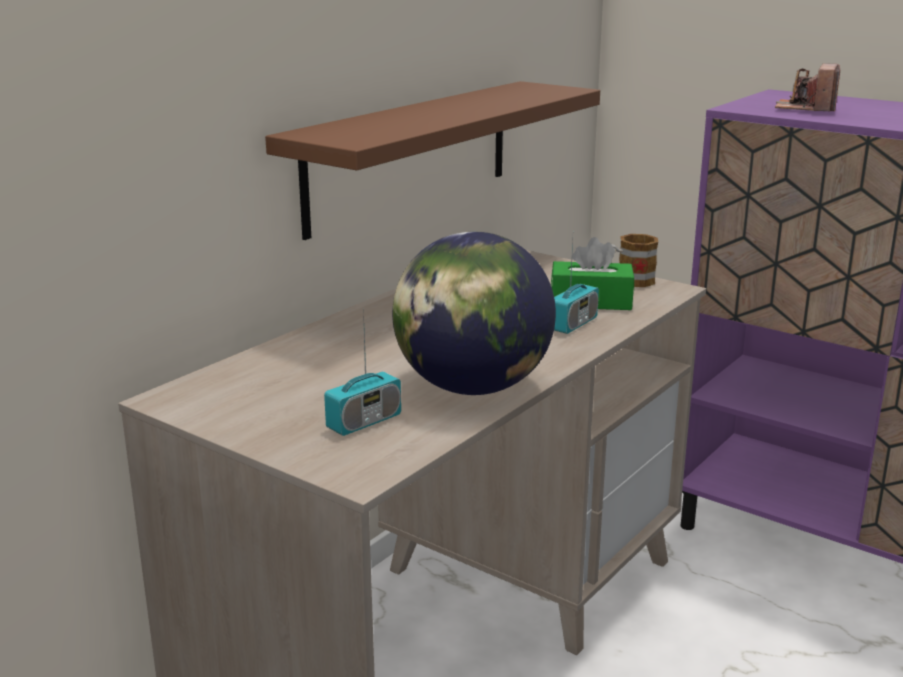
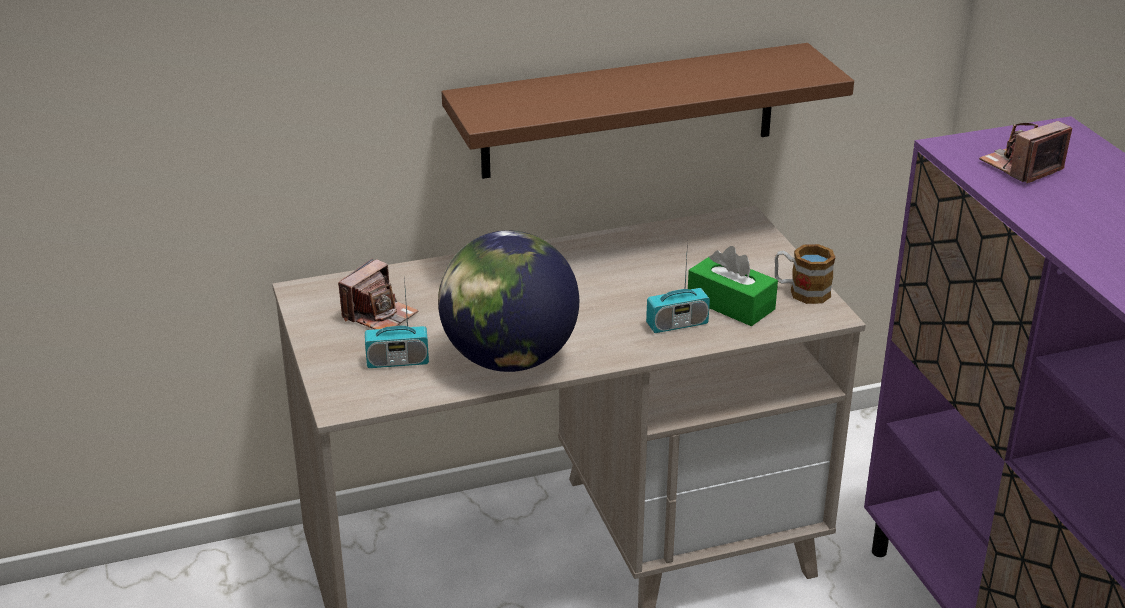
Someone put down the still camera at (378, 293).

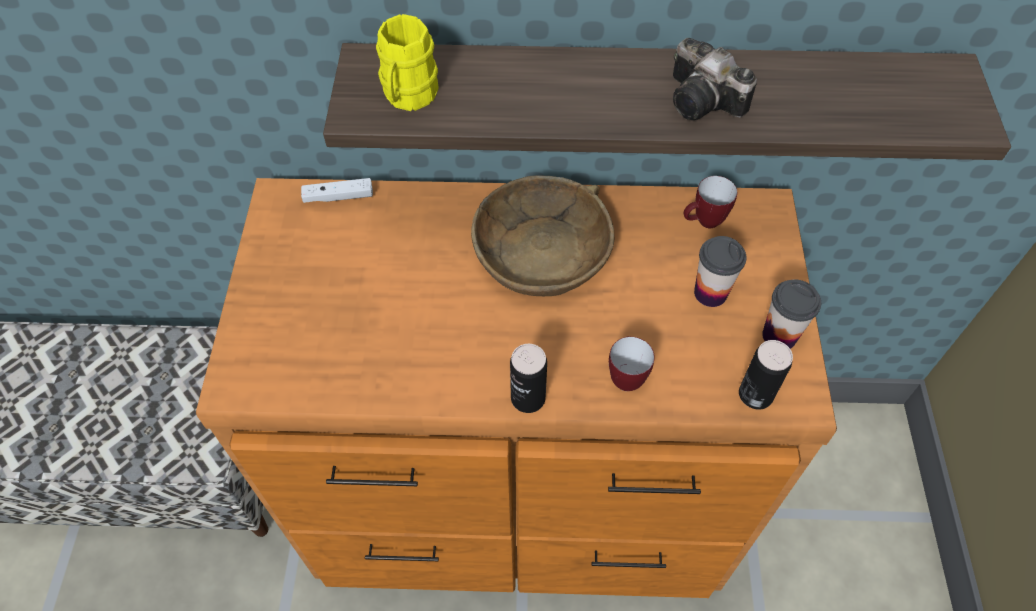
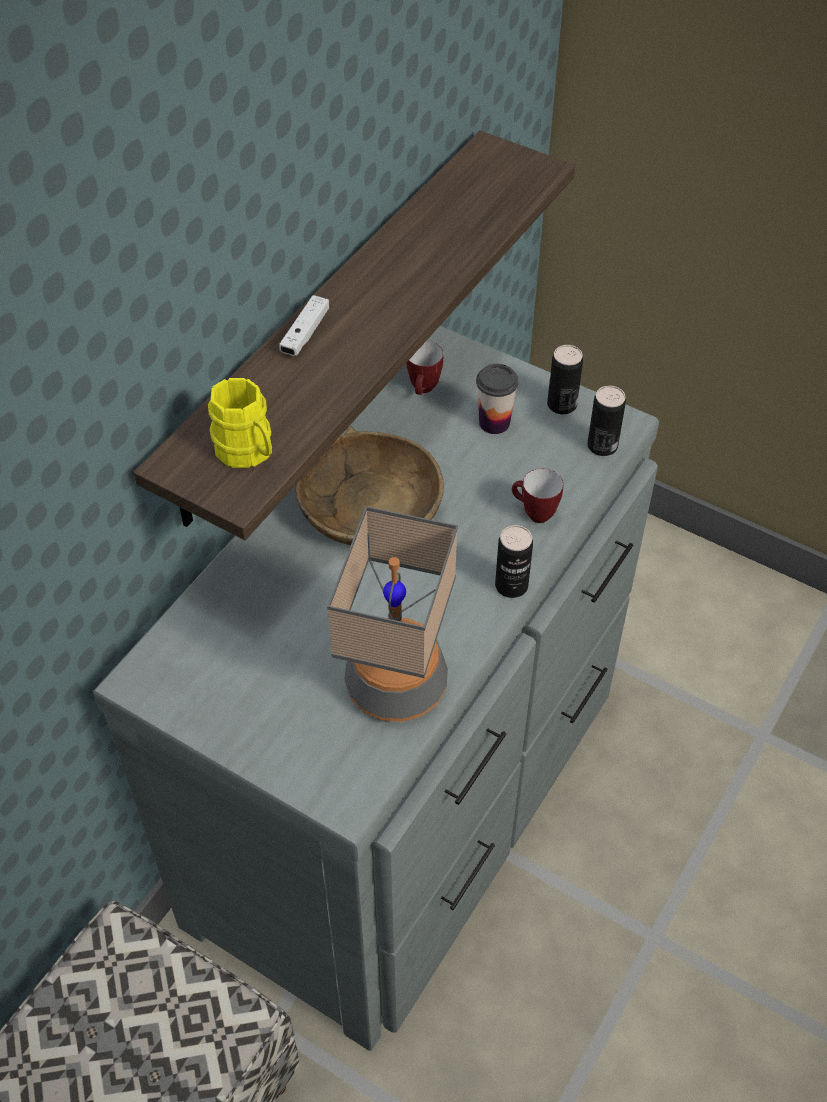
Someone took away the still camera at (715, 79). Someone put down the tabletop lamp at (392, 614). Someone carried the white-coloured gamepad from (337, 190) to (304, 325). Someone swapped the drinking cup at (791, 314) for the metal can at (565, 379). Someone repainted the brownish chest of drawers at (516, 388), which became the greyish chest of drawers at (376, 688).

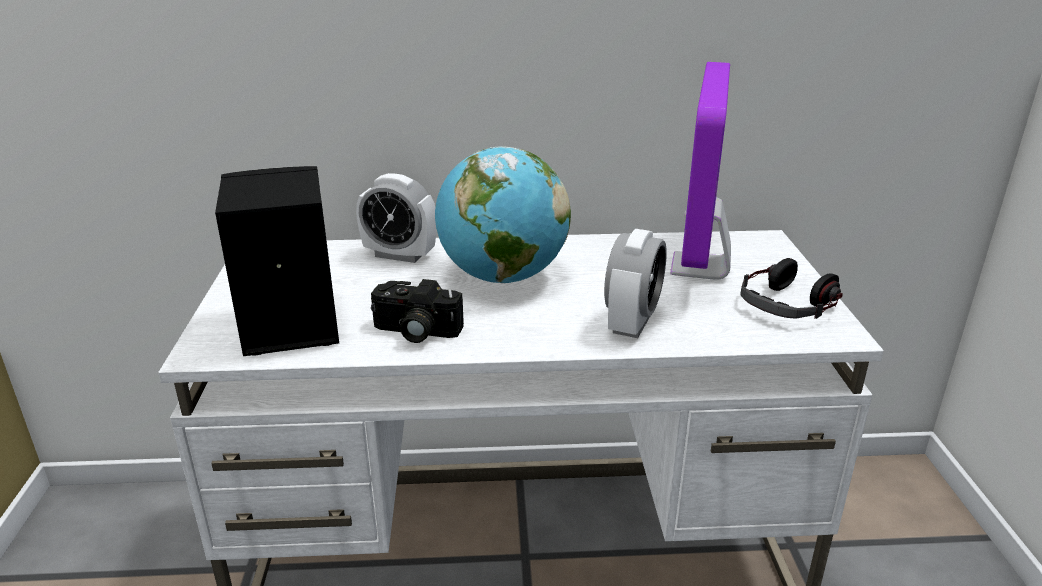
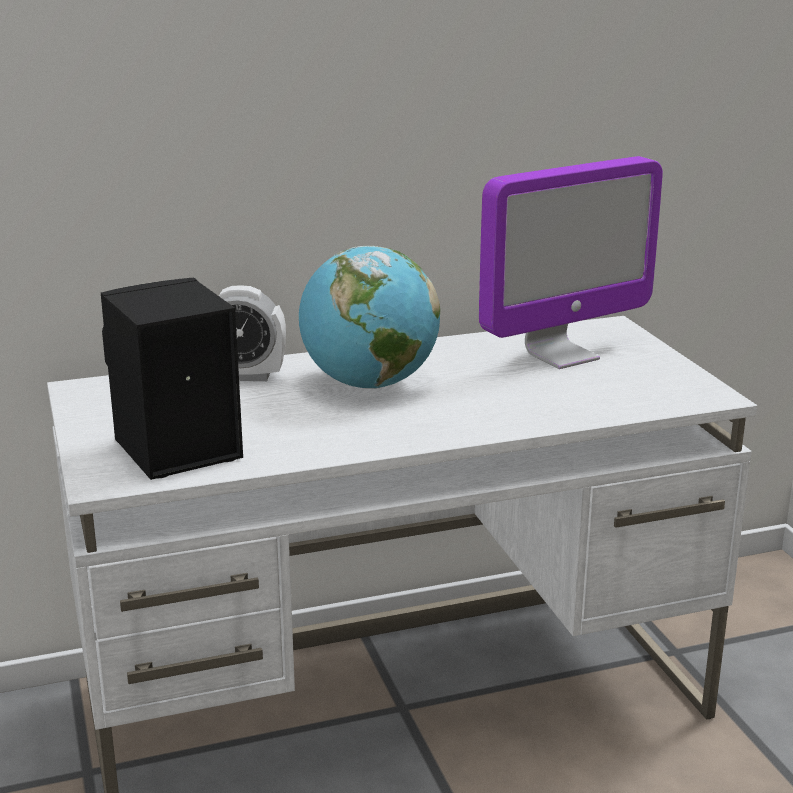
Someone took away the still camera at (417, 311). Someone took away the alarm clock at (635, 283). Someone took away the pair of headphones at (791, 288). Someone rotated the computer screen at (700, 171) by 120 degrees counterclockwise.

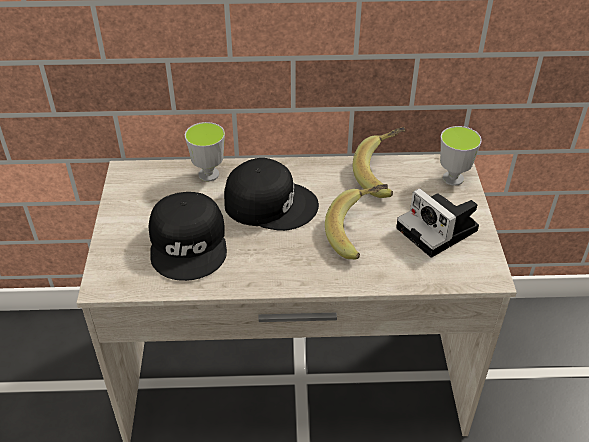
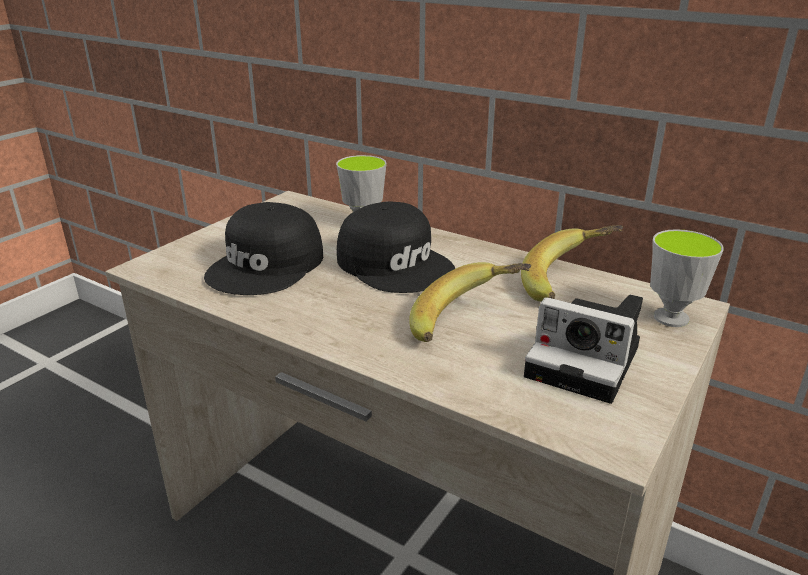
Someone rotated the still camera at (437, 223) by 60 degrees counterclockwise.

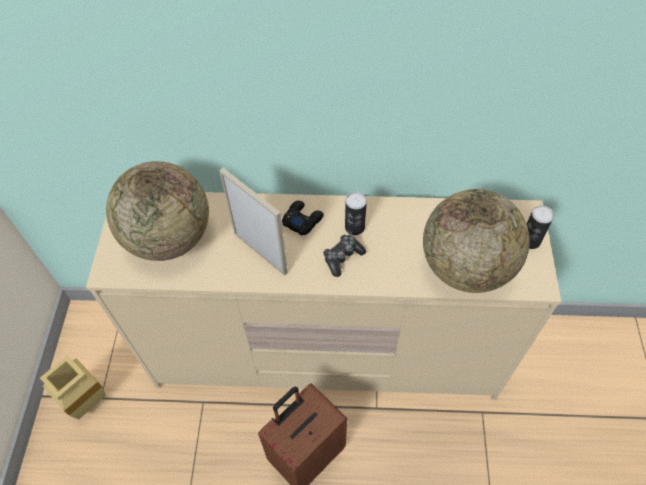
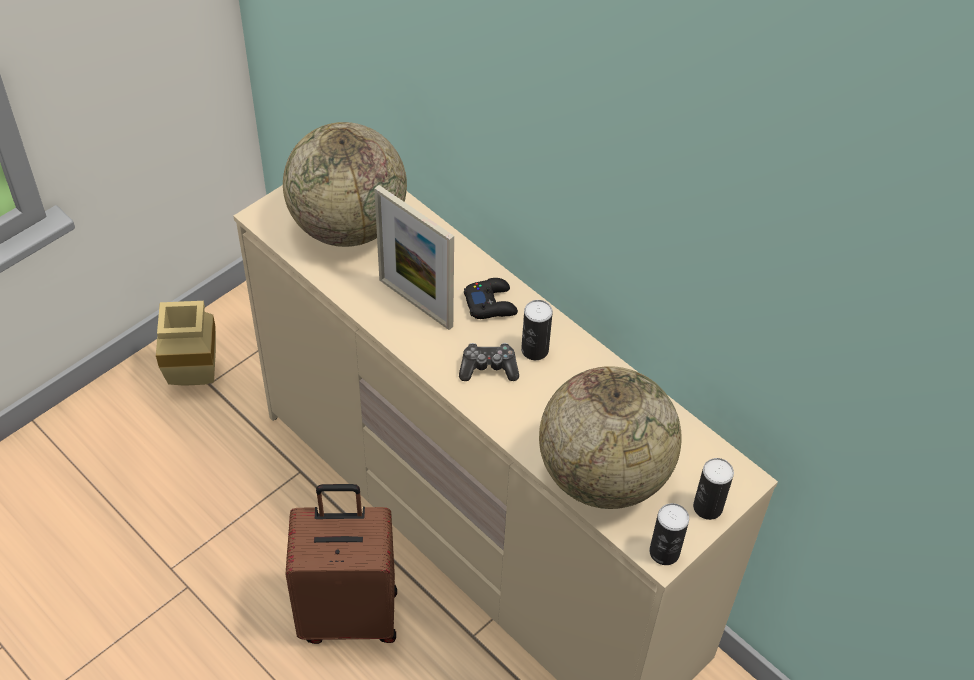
Someone put down the metal can at (669, 534). Someone rotated the picture frame at (253, 222) by 135 degrees clockwise.

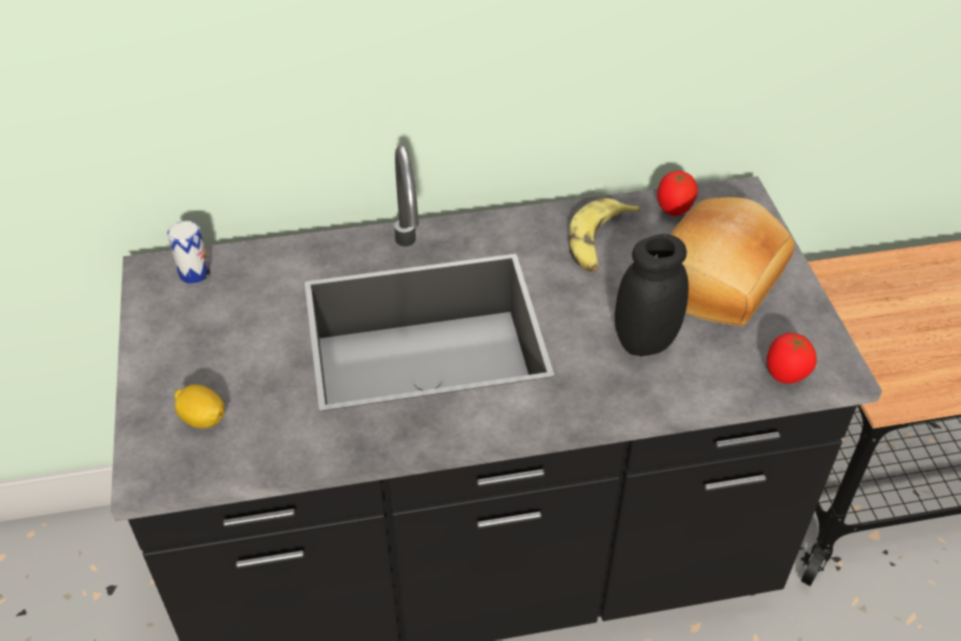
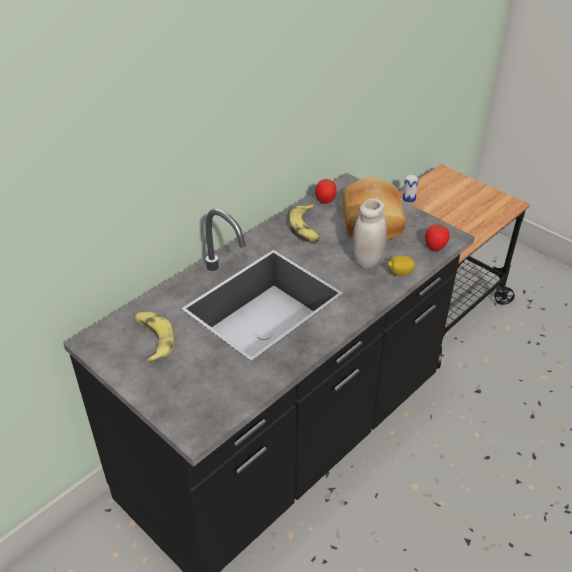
Someone put down the whole banana at (154, 337). Someone carried the metal can from (188, 252) to (410, 188). Someone carried the citrus fruit from (199, 406) to (401, 265). Someone repainted the black jar at (652, 295), which became the white-coloured jar at (369, 233).

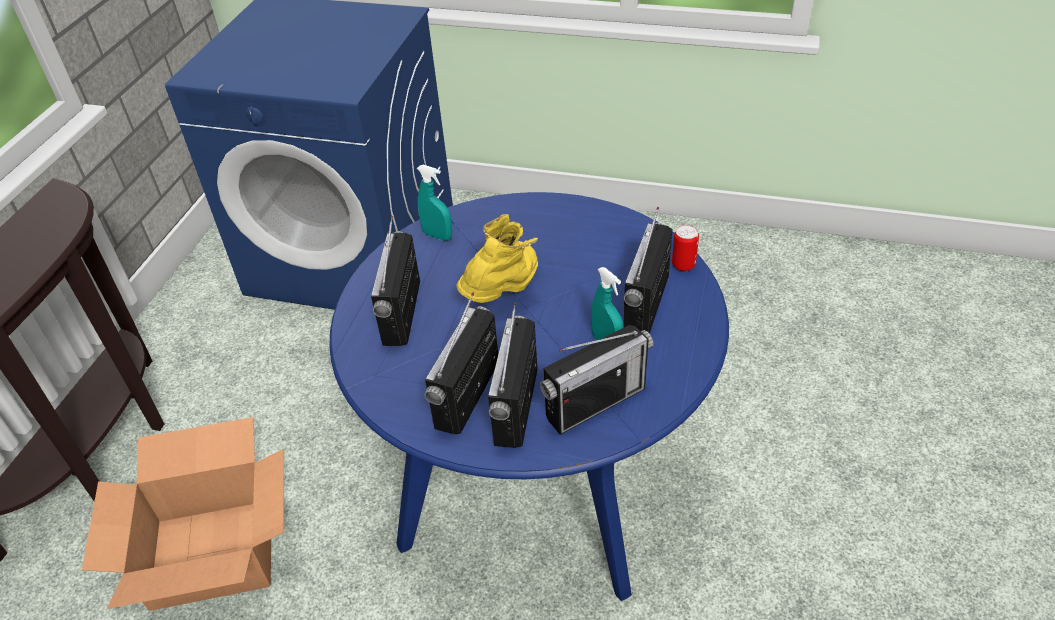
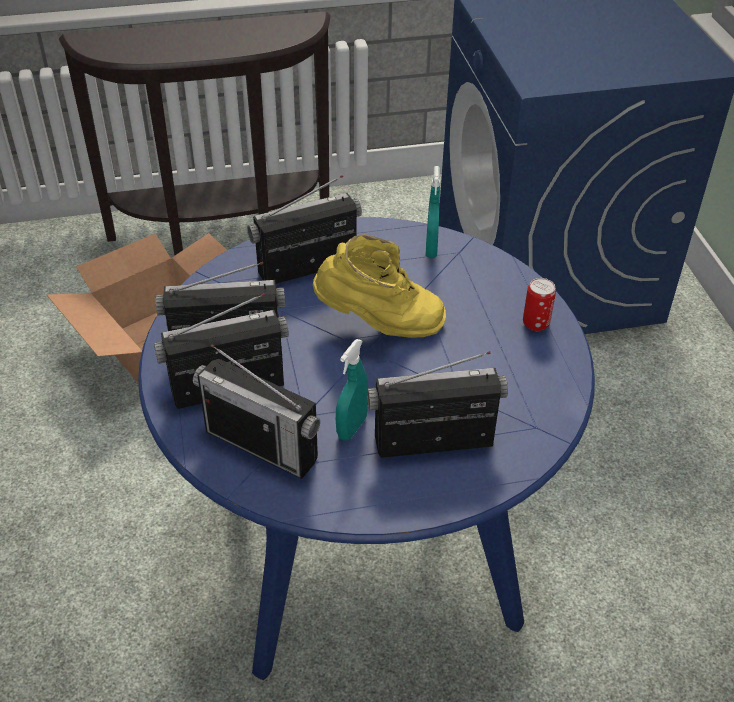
Someone carried the metal can from (685, 248) to (539, 304).

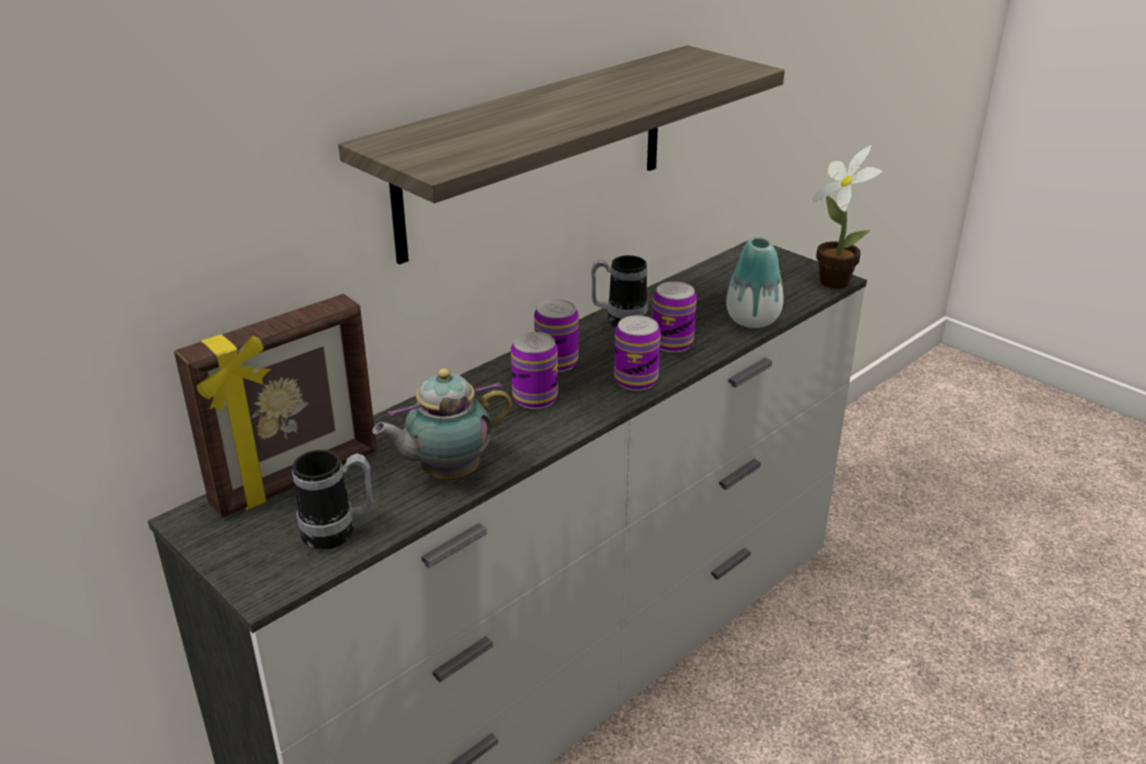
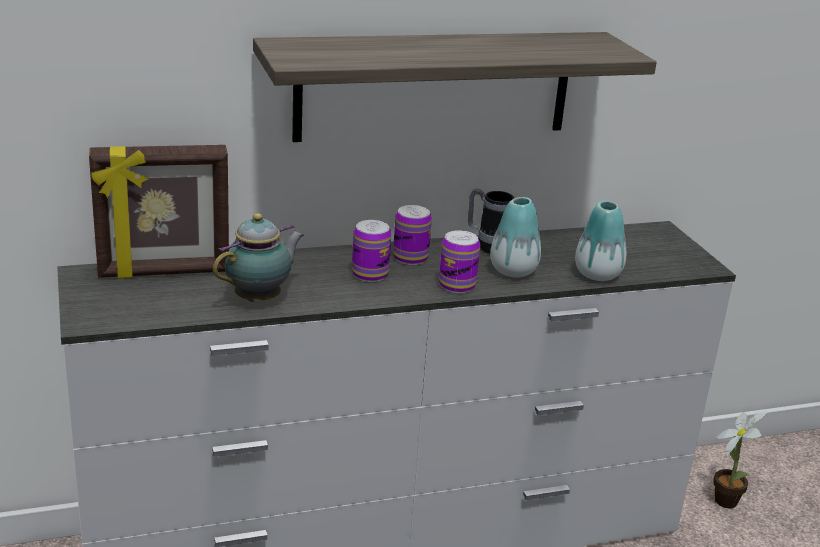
Someone took away the coffee mug at (332, 499). Someone carried the plant in a pot from (846, 217) to (741, 459). Someone swapped the metal can at (674, 316) for the flower vase at (515, 237). Someone rotated the pot for tea at (442, 424) by 135 degrees clockwise.

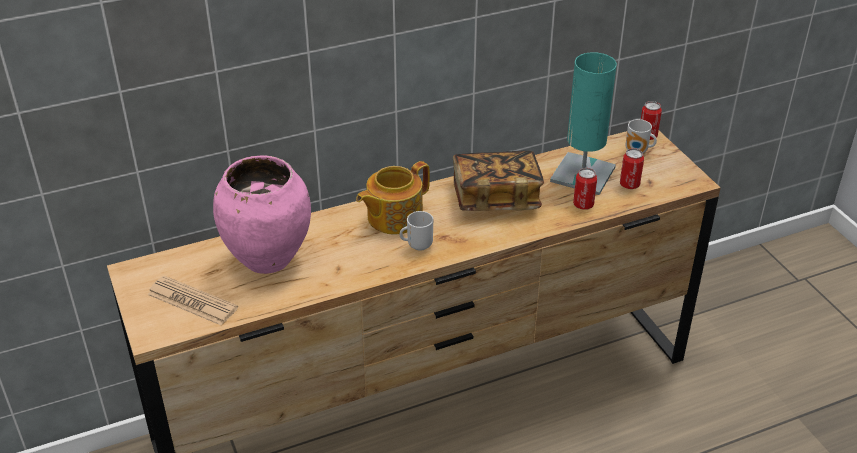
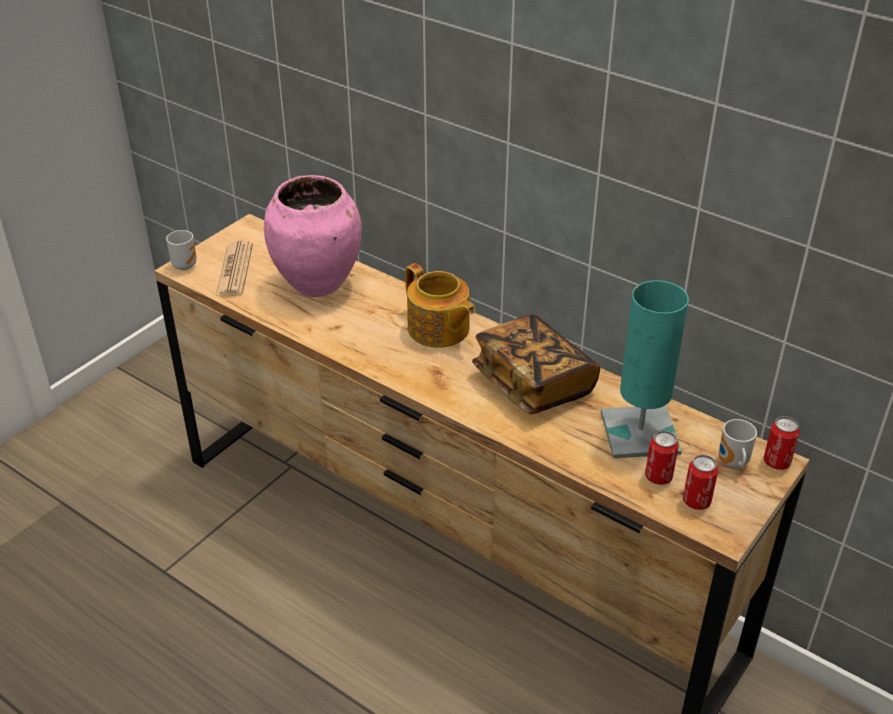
Someone carried the coffee mug from (416, 231) to (181, 250). Someone carried the metal can from (585, 189) to (700, 482). Someone rotated the pot for tea at (393, 197) by 150 degrees counterclockwise.

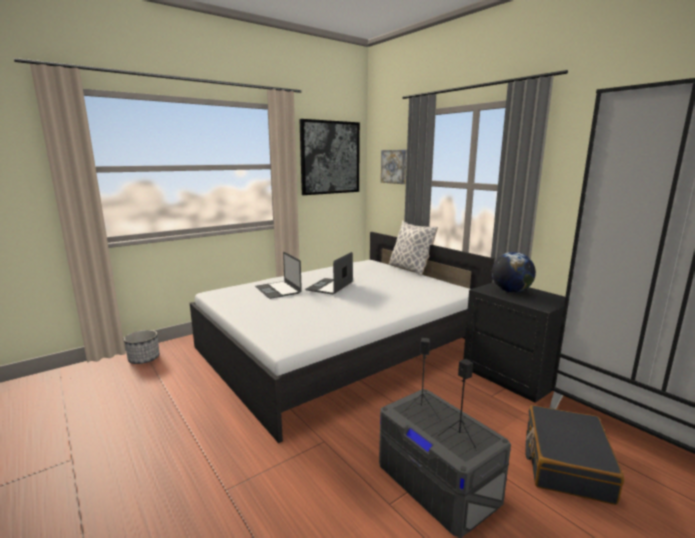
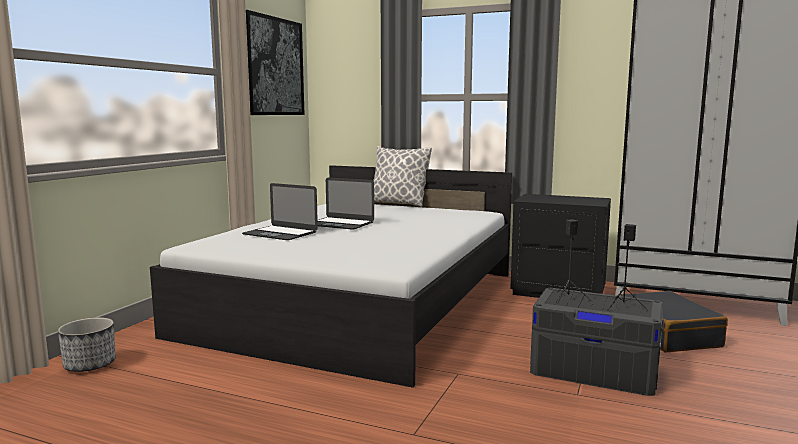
Someone took away the picture at (394, 167). Someone took away the globe at (514, 272). Someone rotated the notebook computer at (329, 273) by 60 degrees counterclockwise.

